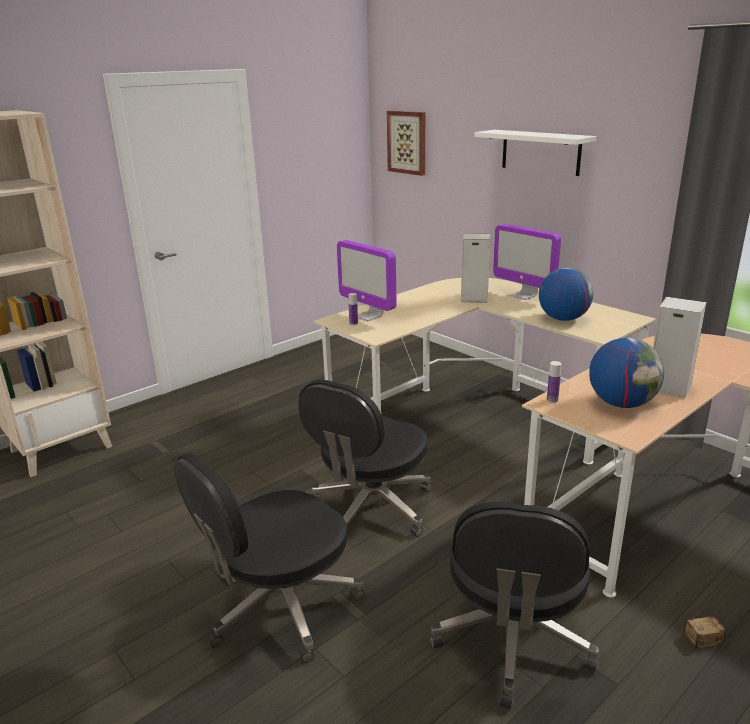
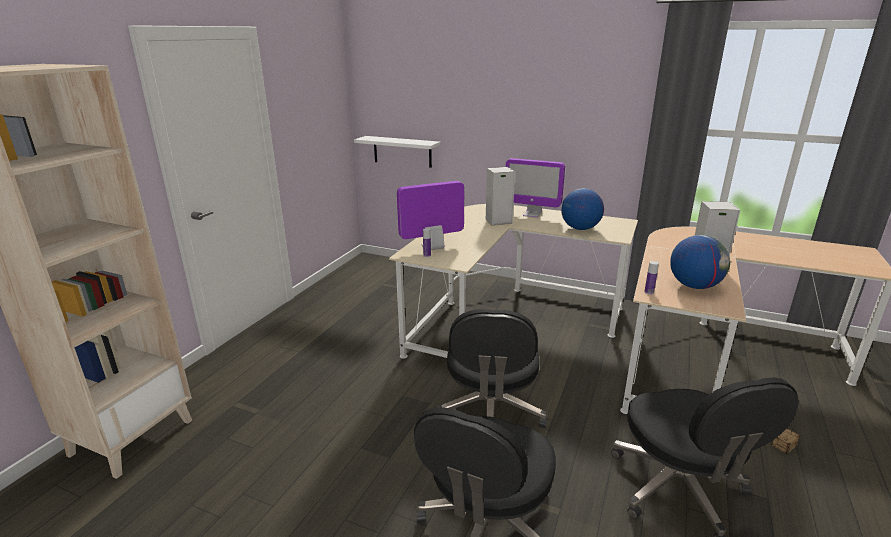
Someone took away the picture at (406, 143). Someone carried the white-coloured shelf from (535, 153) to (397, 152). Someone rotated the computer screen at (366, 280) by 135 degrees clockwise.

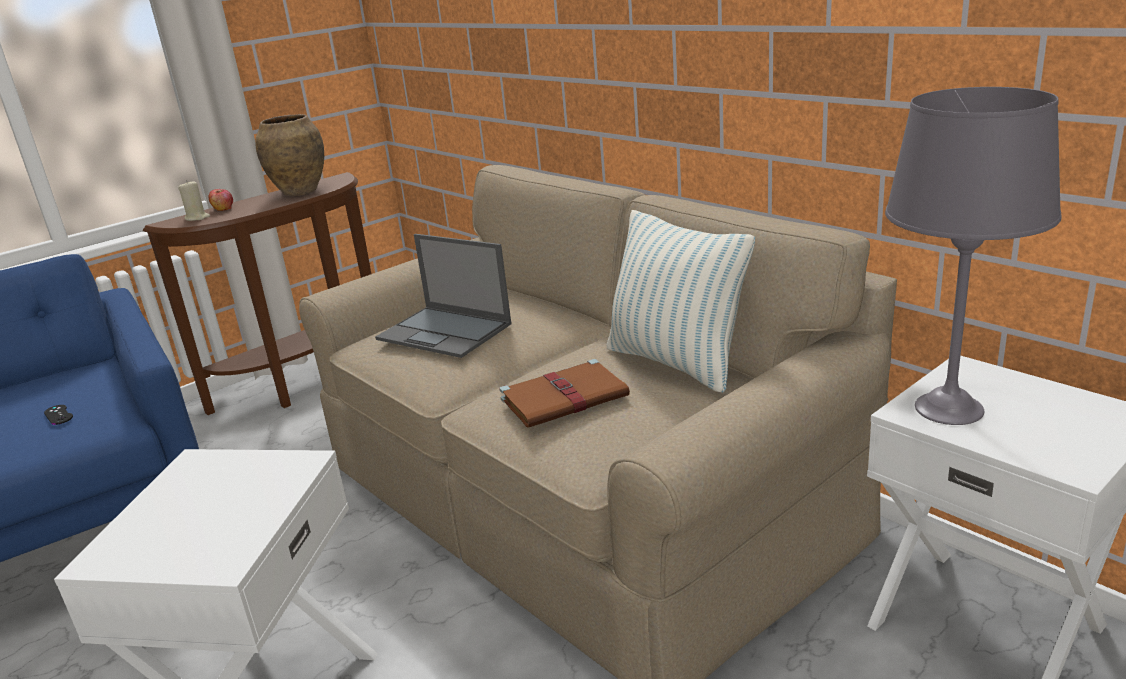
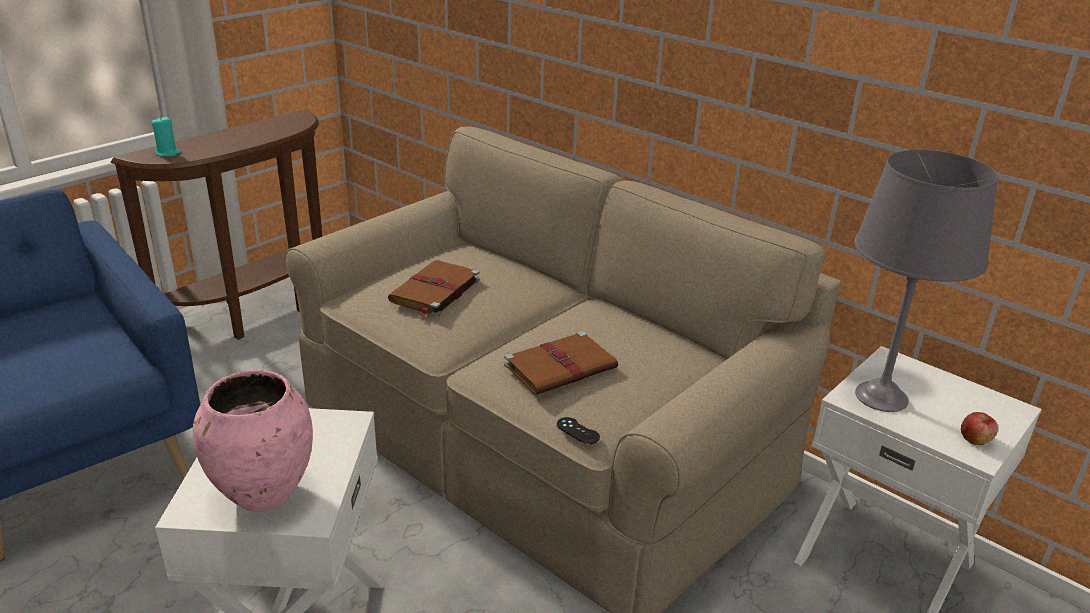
Someone took away the brownish flower vase at (289, 155). Someone took away the cushion at (681, 301). Someone put down the pink flower vase at (253, 441). Someone carried the black gamepad from (58, 415) to (578, 430). Someone carried the apple fruit from (220, 200) to (979, 428). Someone swapped the notebook computer at (443, 296) for the brownish book at (434, 288). Someone repainted the beige wax candle at (194, 200), which became the blue-green wax candle at (166, 136).

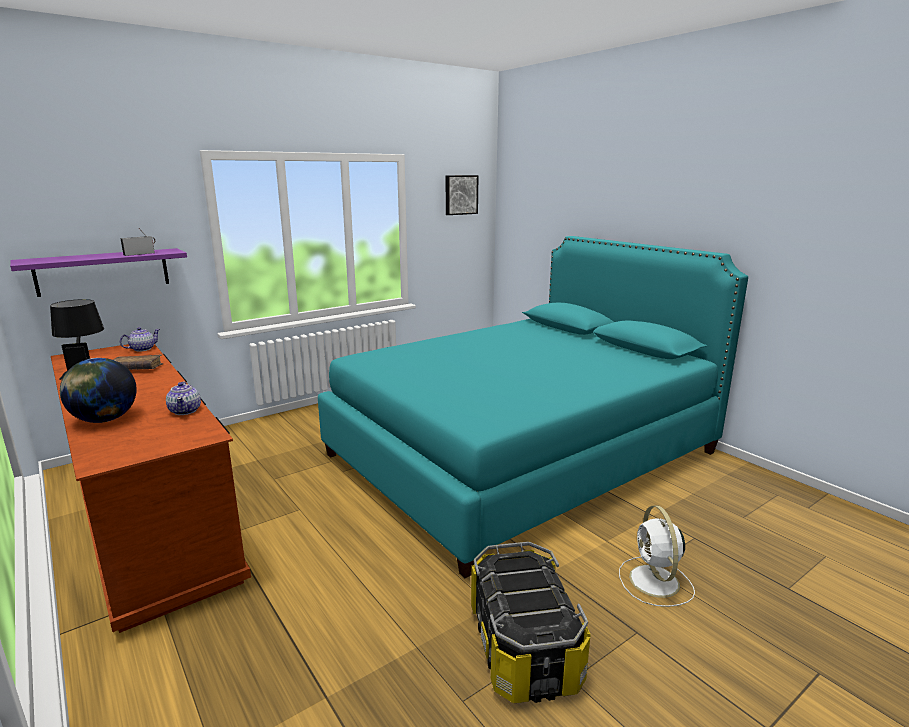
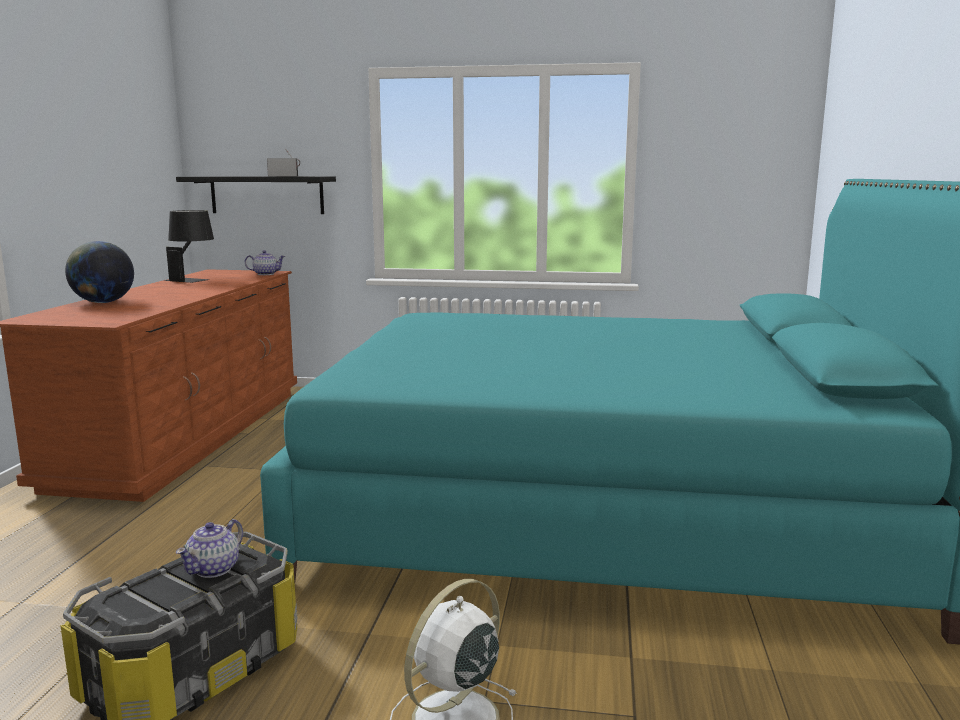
Someone took away the brownish book at (138, 362). Someone took away the picture at (462, 195). Someone carried the pot for tea from (183, 398) to (209, 548). Someone repainted the purple shelf at (98, 272), which became the black shelf at (256, 195).

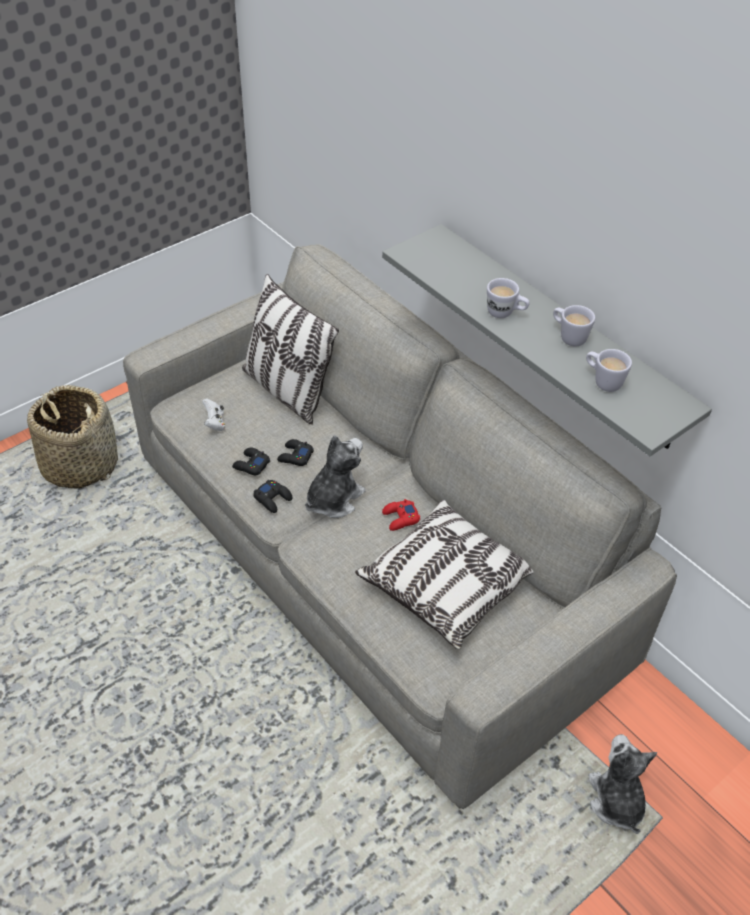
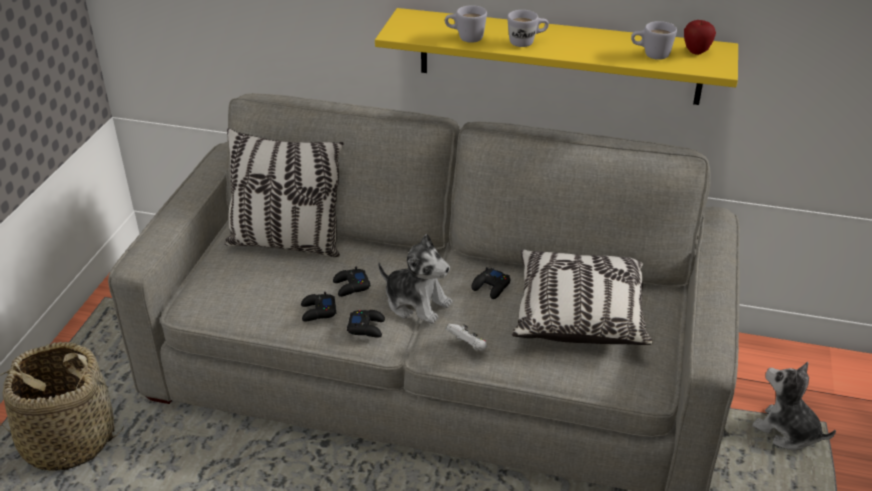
Someone put down the apple fruit at (700, 37). Someone carried the white-coloured gamepad from (213, 414) to (466, 337). Someone carried the white-coloured coffee mug from (574, 326) to (466, 24). Someone repainted the greyish shelf at (547, 340), which became the yellow shelf at (556, 56). Someone repainted the red gamepad at (401, 515), which became the black gamepad at (491, 283). Someone rotated the plush toy at (335, 476) by 120 degrees clockwise.

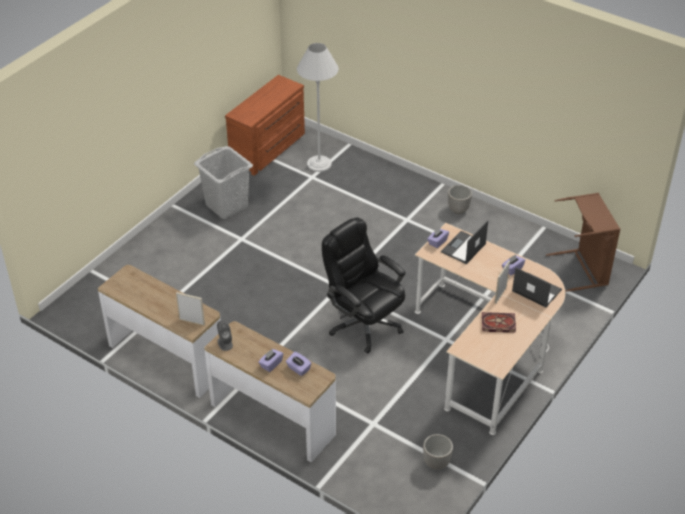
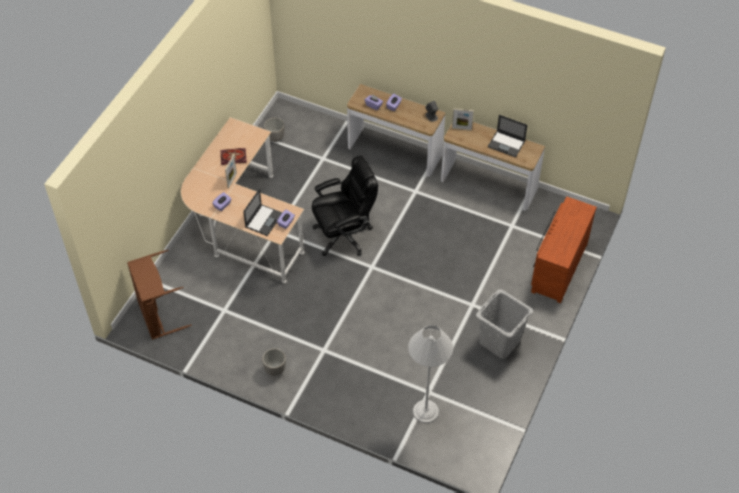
Someone carried the brownish chest of drawers from (265, 125) to (564, 249). Someone carried the notebook computer from (537, 287) to (508, 136). Someone rotated the black office chair at (364, 285) by 60 degrees counterclockwise.

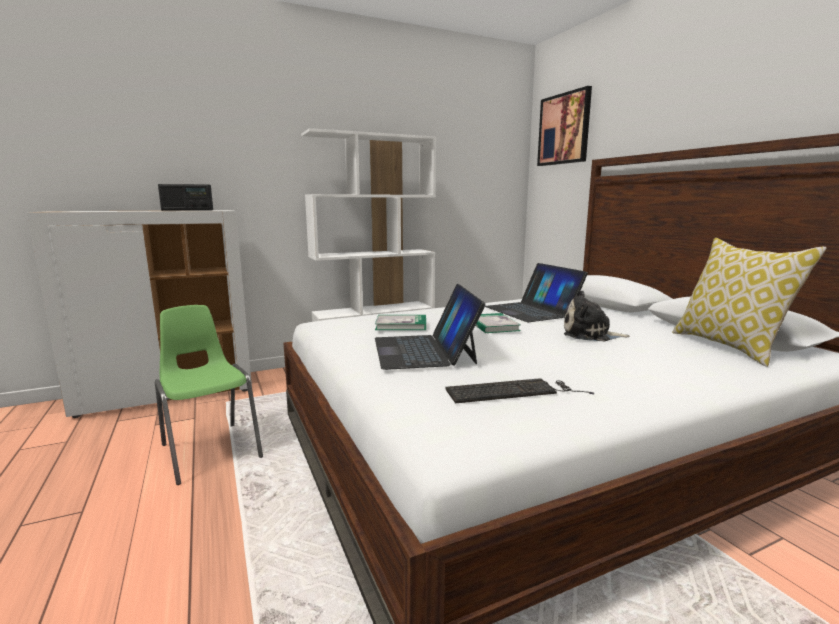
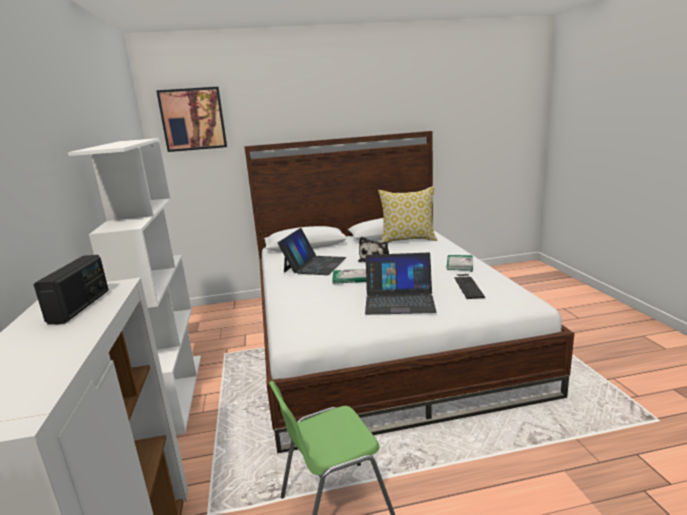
Someone carried the book from (400, 322) to (460, 262). Someone rotated the notebook computer at (536, 292) by 60 degrees counterclockwise.

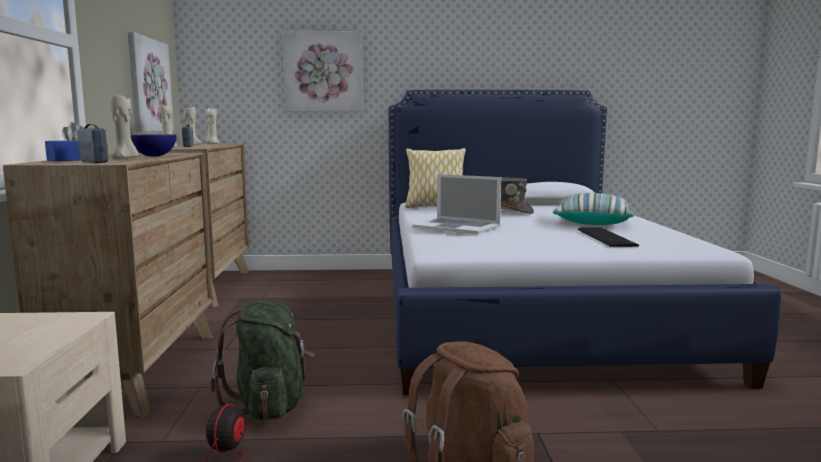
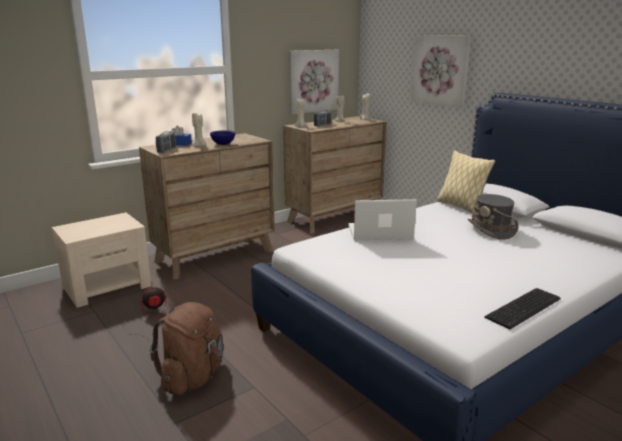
Someone took away the green-coloured rucksack at (263, 360). Someone took away the cushion at (593, 209). Someone carried the PC keyboard from (608, 237) to (522, 308). Someone rotated the notebook computer at (456, 204) by 90 degrees clockwise.

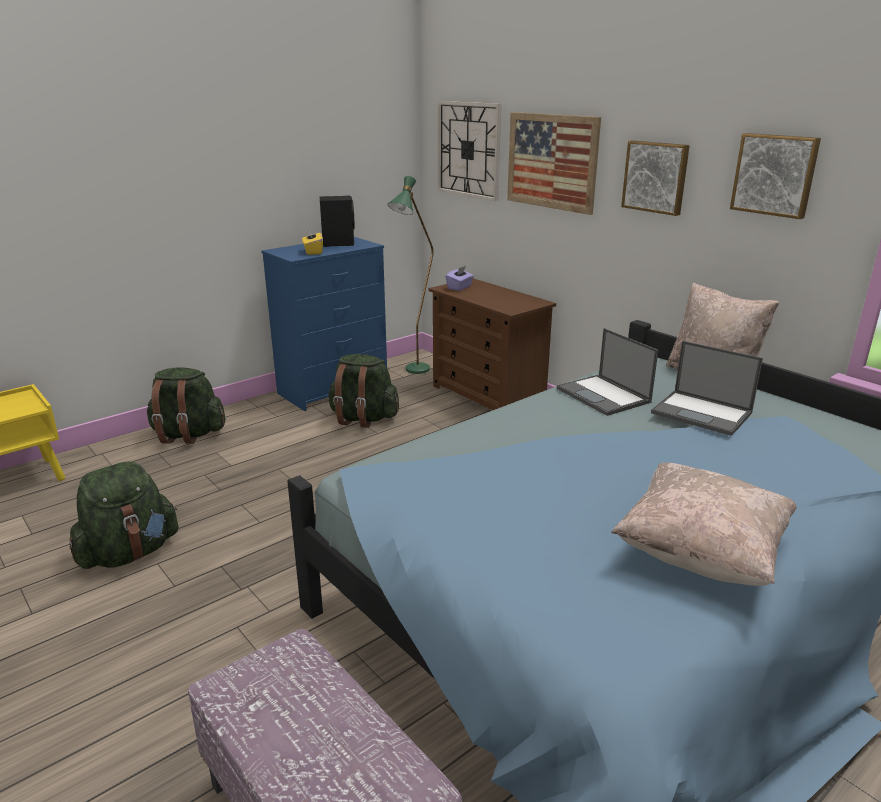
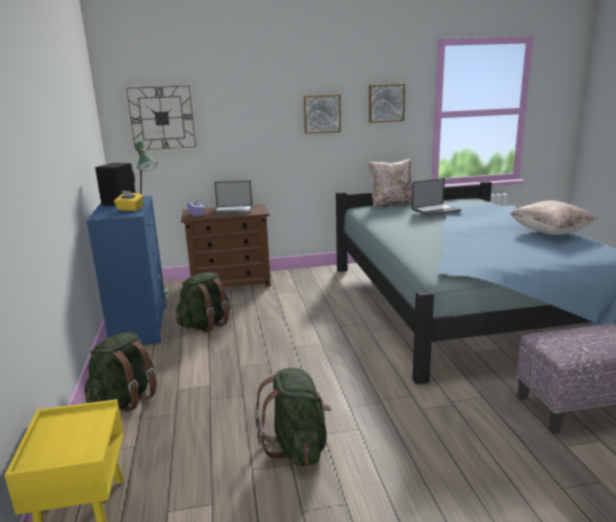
Someone took away the picture at (554, 163). Someone carried the notebook computer from (607, 372) to (233, 197).

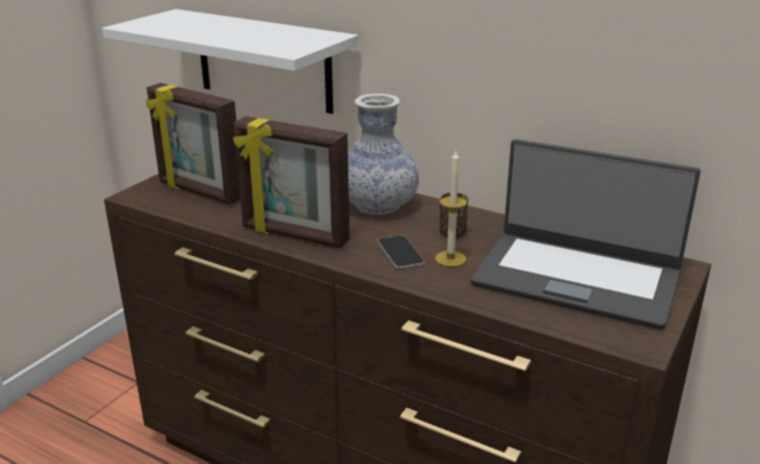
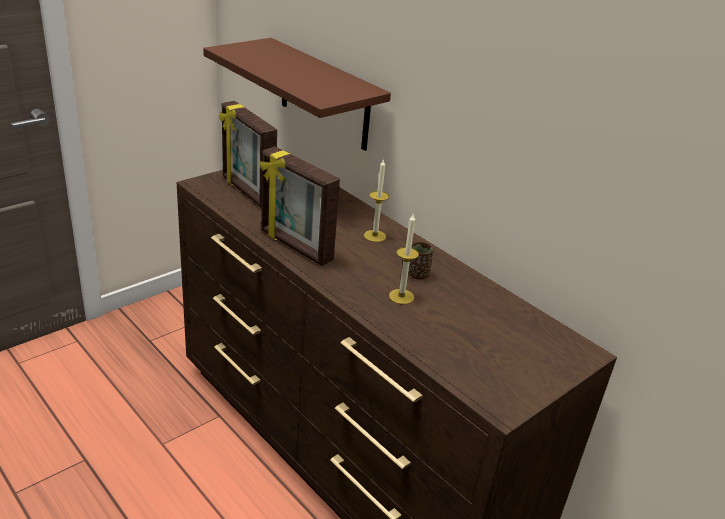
Someone took away the phone at (401, 252). Someone took away the notebook computer at (586, 234). Someone swapped the flower vase at (383, 154) for the wax candle at (376, 200). Someone repainted the white-coloured shelf at (230, 61), which became the brownish shelf at (297, 94).

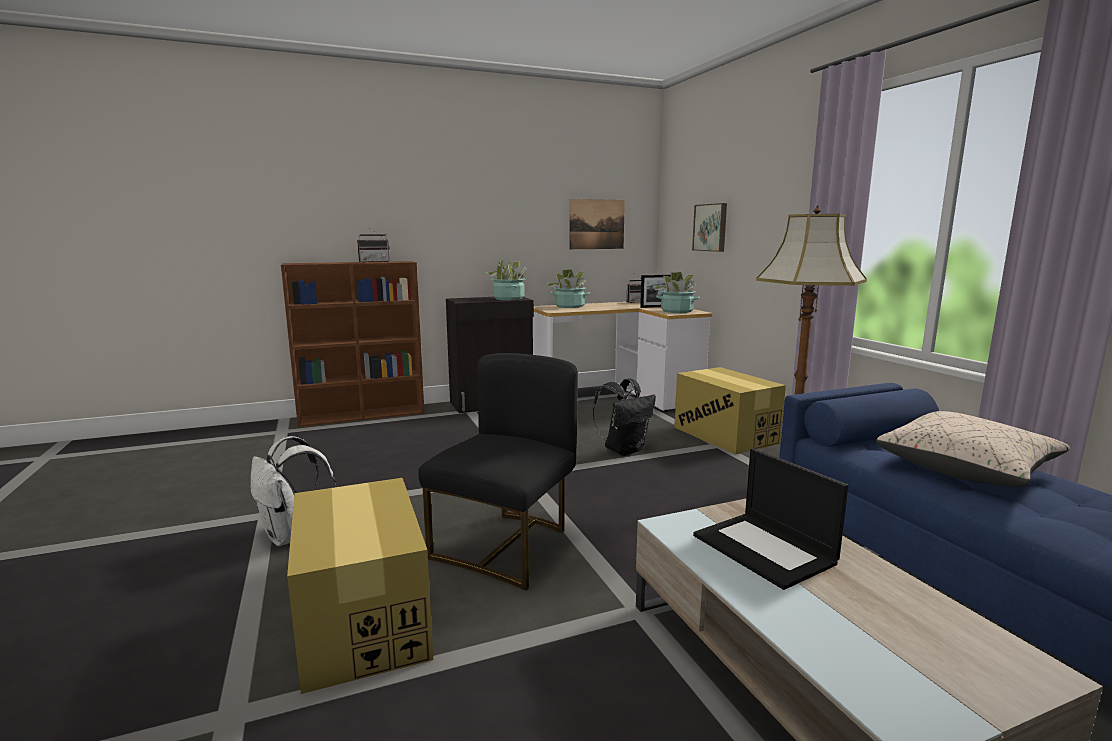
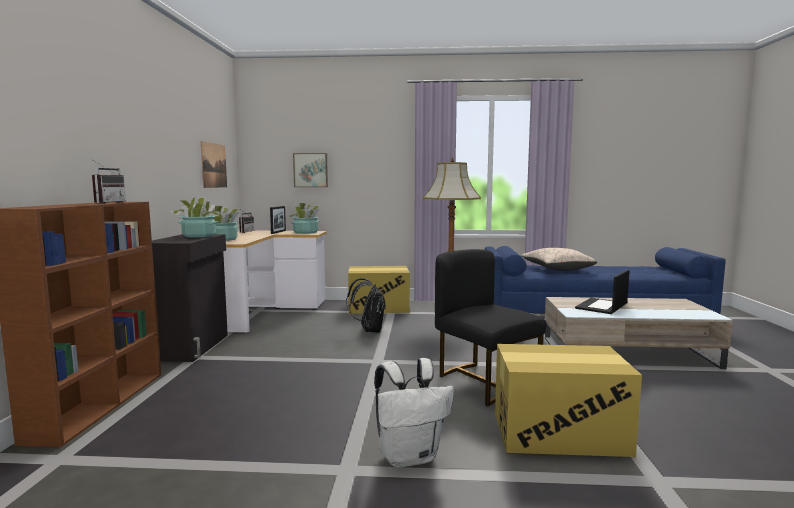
Someone rotated the notebook computer at (771, 519) by 135 degrees clockwise.

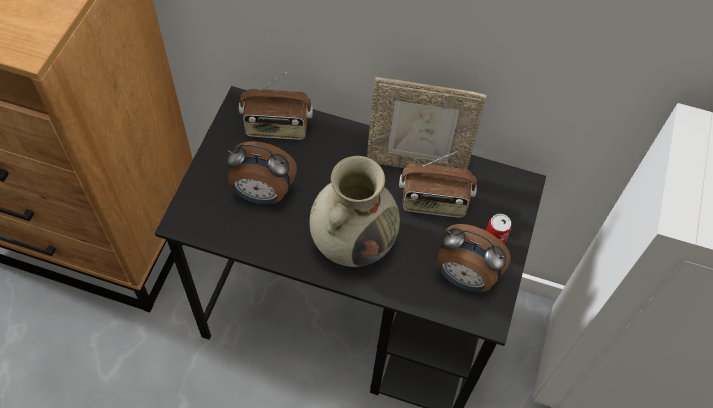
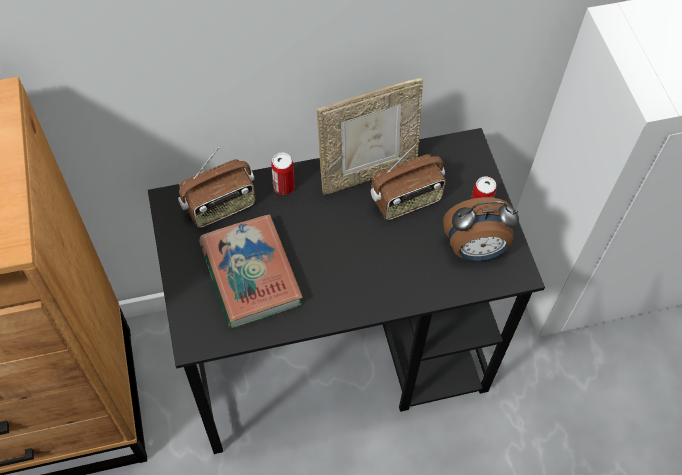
Someone took away the beige flower vase at (354, 211). Someone put down the metal can at (283, 174). Someone swapped the alarm clock at (261, 172) for the book at (251, 271).

